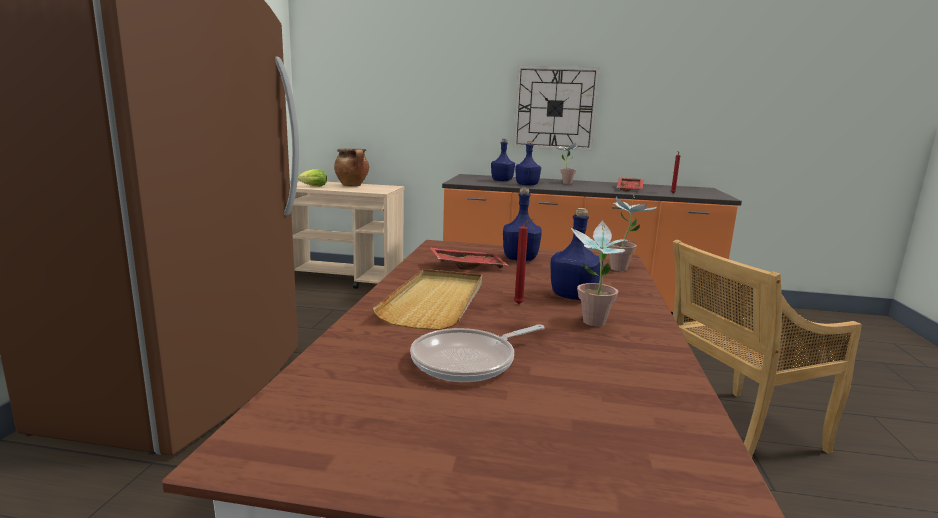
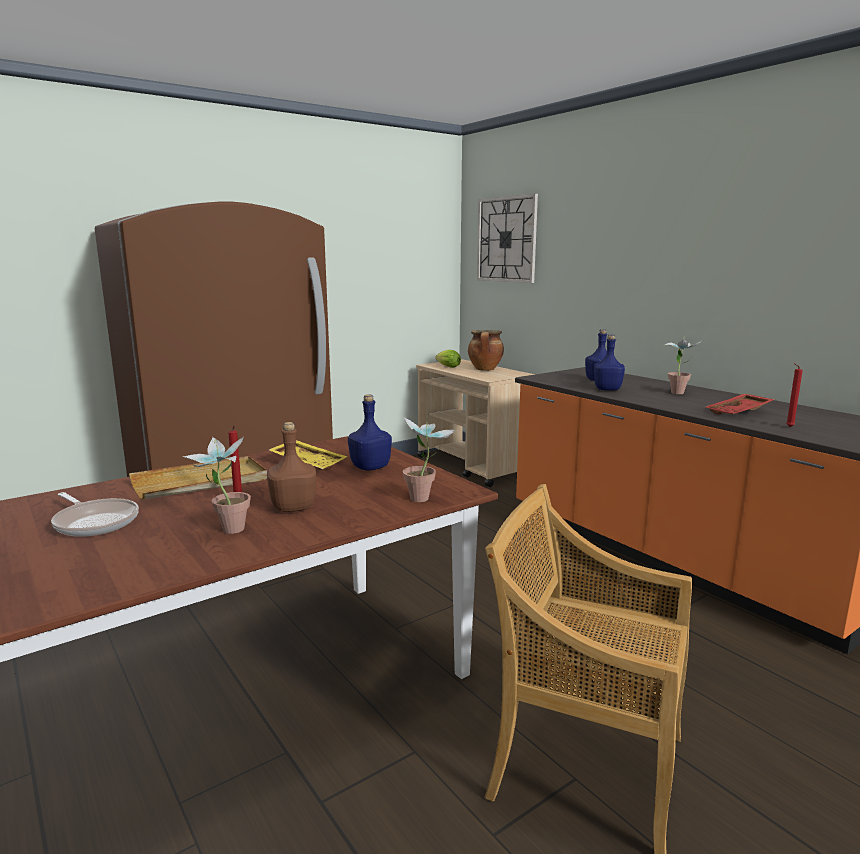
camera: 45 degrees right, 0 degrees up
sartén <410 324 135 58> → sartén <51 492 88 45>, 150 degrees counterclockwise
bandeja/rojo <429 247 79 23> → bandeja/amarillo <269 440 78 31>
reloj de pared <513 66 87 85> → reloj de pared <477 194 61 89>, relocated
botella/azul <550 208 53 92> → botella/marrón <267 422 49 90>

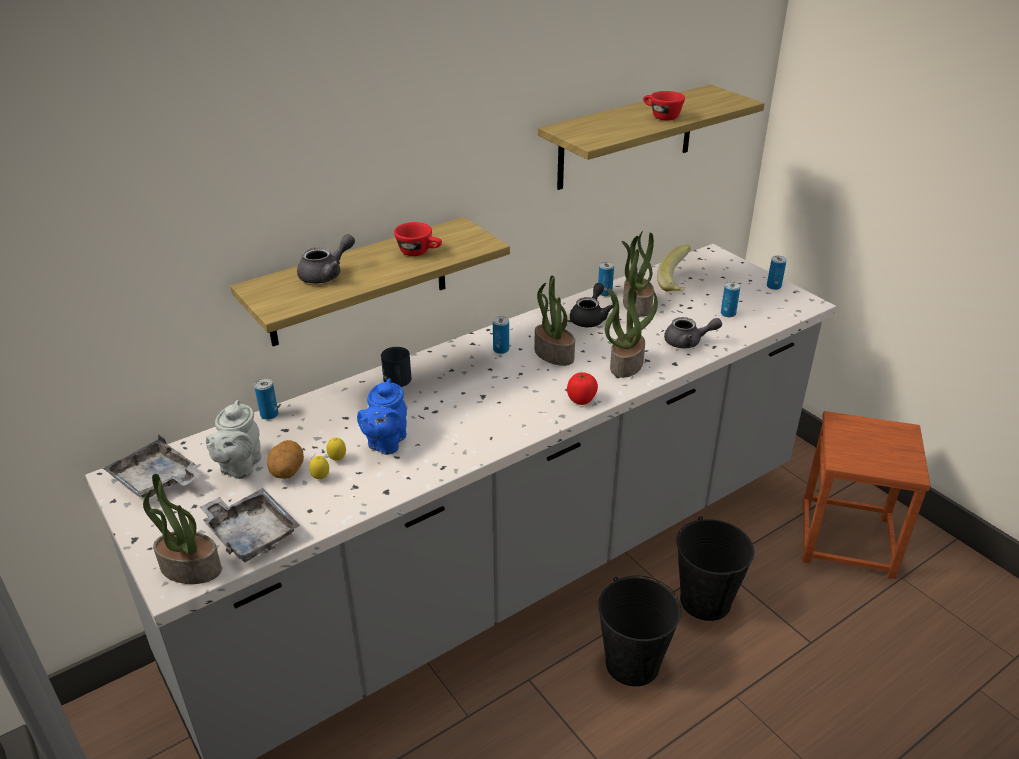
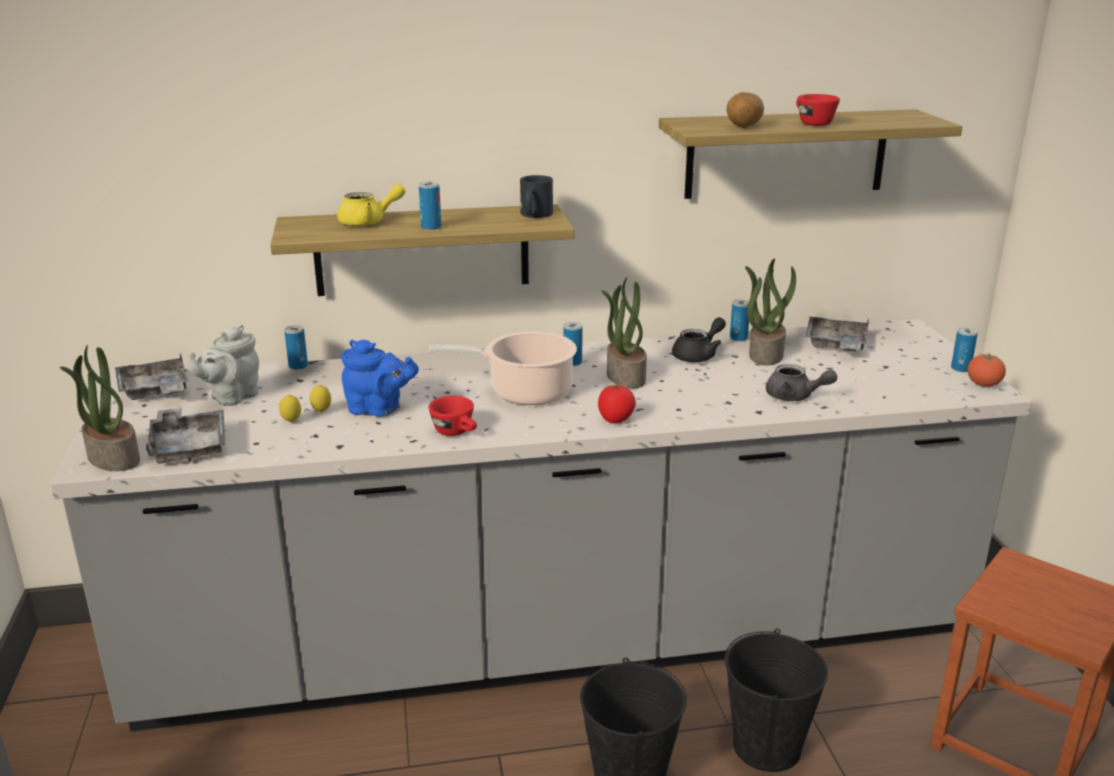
camera: 25 degrees right, 10 degrees down
patata <267 440 37 39> → patata <727 92 37 36>, relocated
tetera/gris <297 234 58 50> → tetera/amarillo <337 184 69 42>
tetera/azul <357 378 50 77> → tetera/azul <341 340 78 77>, 120 degrees counterclockwise
taza grande/negro <381 347 31 40> → taza grande/negro <520 175 33 43>, relocated
taza/rojo <394 222 48 34> → taza/rojo <429 396 48 40>, relocated
planta en maceta <605 285 53 93> → -
plátano <657 245 34 47> → bandeja/gris <806 317 63 34>
lata <721 282 19 35> → lata <419 181 22 49>, relocated
- → olla <429 331 148 74>
- → tomate <967 353 39 34>

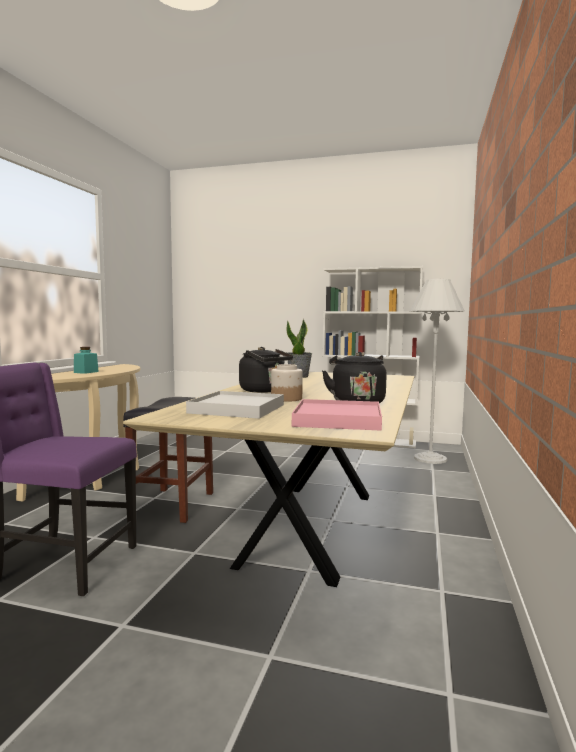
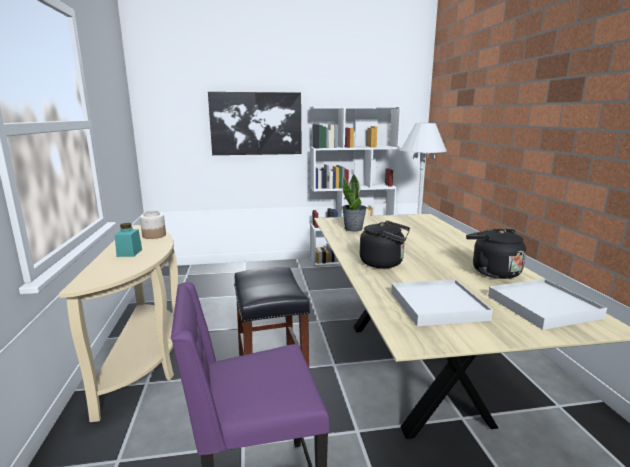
camera: 25 degrees left, 10 degrees up
tarro <271 364 32 38> → tarro <140 211 26 28>, relocated
bandeja/rosa <292 399 90 32> → bandeja/blanco <488 279 119 51>
- → cuadro <208 92 94 63>

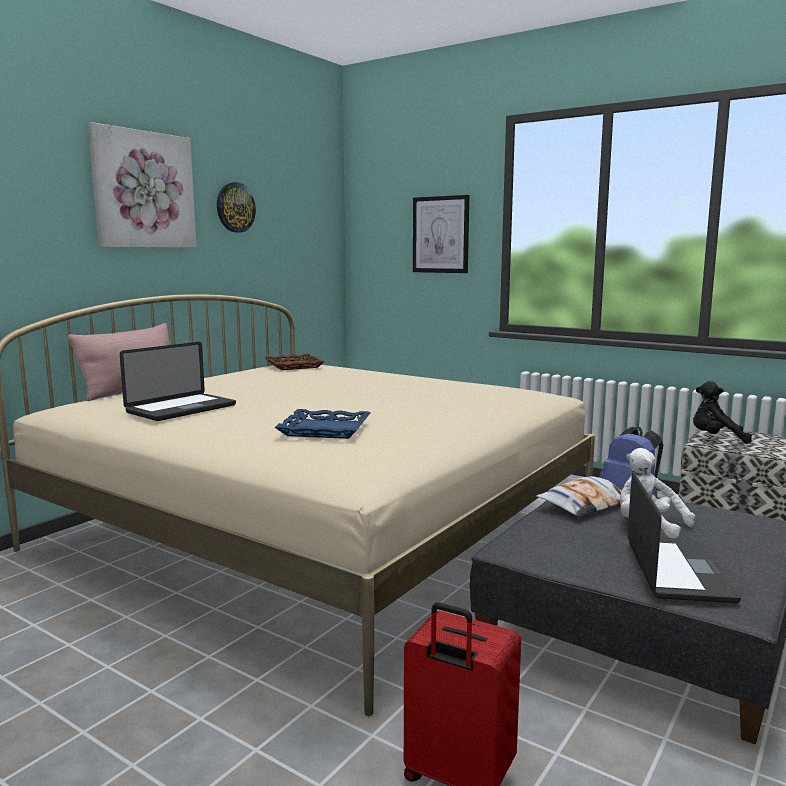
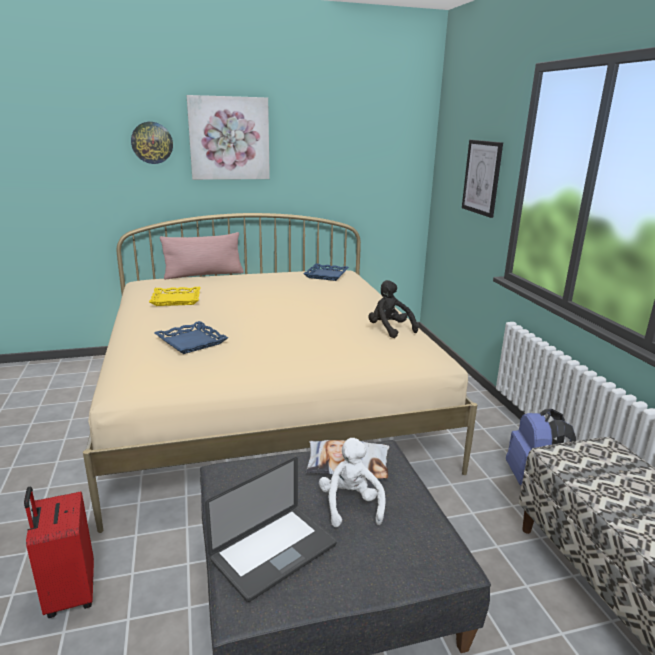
camera: 40 degrees right, 10 degrees up
portátil <120 342 116 79> → bandeja/amarillo <149 287 52 19>
reloj de pared <217 182 39 51> → reloj de pared <131 122 42 42>, relocated
bandeja/marrón <264 354 61 16> → bandeja/azul <303 264 46 17>
peluche/negro <693 381 59 63> → peluche/negro <368 280 50 58>, relocated

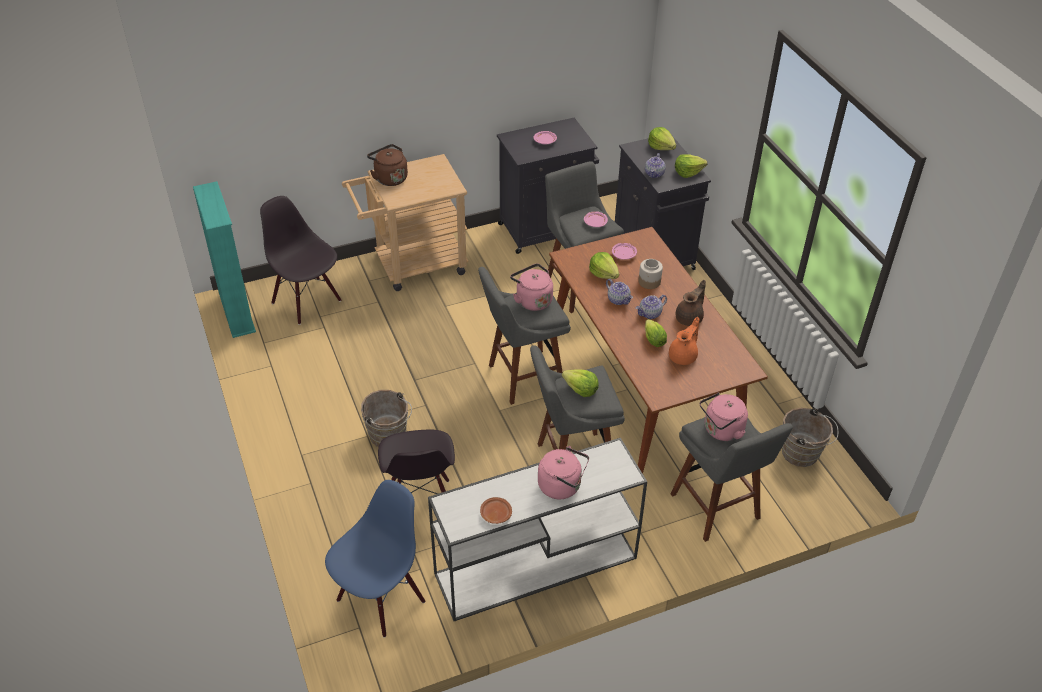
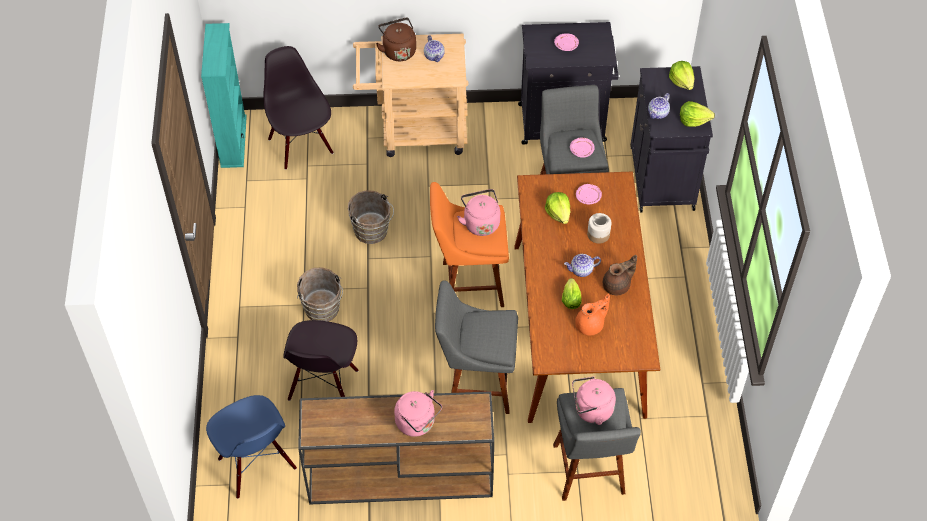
camera: 20 degrees right, 10 degrees up
silla/azul <325 480 100 158> → silla/azul <206 395 91 104>, 90 degrees clockwise
mesa consola/blanco <428 438 219 183> → mesa consola/marrón <298 391 196 114>
taburete/gris <478 267 93 138> → taburete/naranja <430 182 79 125>
plato/marrón <480 497 32 27> → -
lechuga <562 369 37 28> → -
tetera <606 279 27 26> → tetera <424 35 21 27>, relocated
cubo/marrón <782 408 56 59> → cubo/marrón <348 190 46 54>, relocated

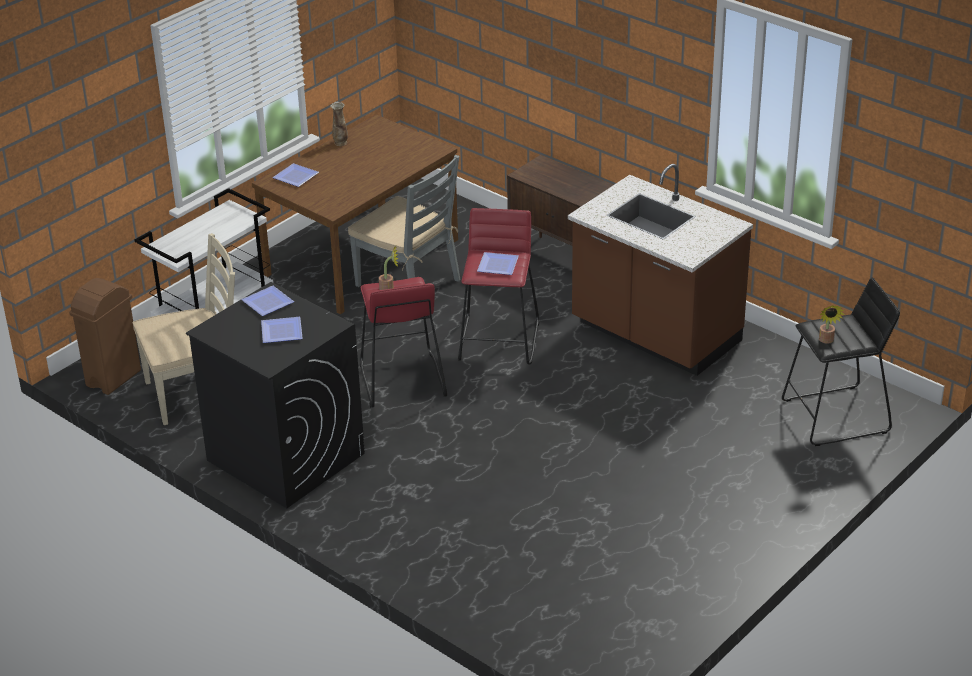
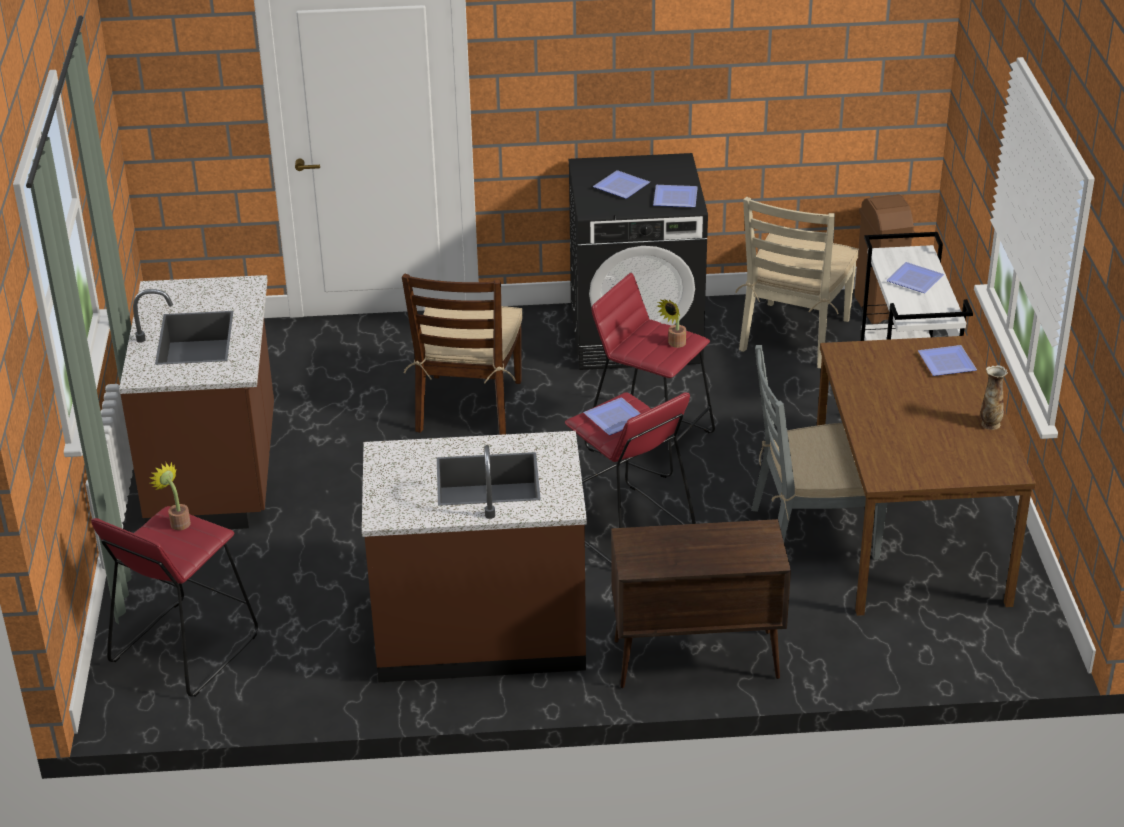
camera: 135 degrees right, 0 degrees up
taburete/negro <782 277 118 169> → taburete/rojo <91 506 167 191>
- → mueble bajo de cocina/marrón <119 275 155 254>
- → silla/marrón <402 274 121 161>
- → plato <887 262 57 31>

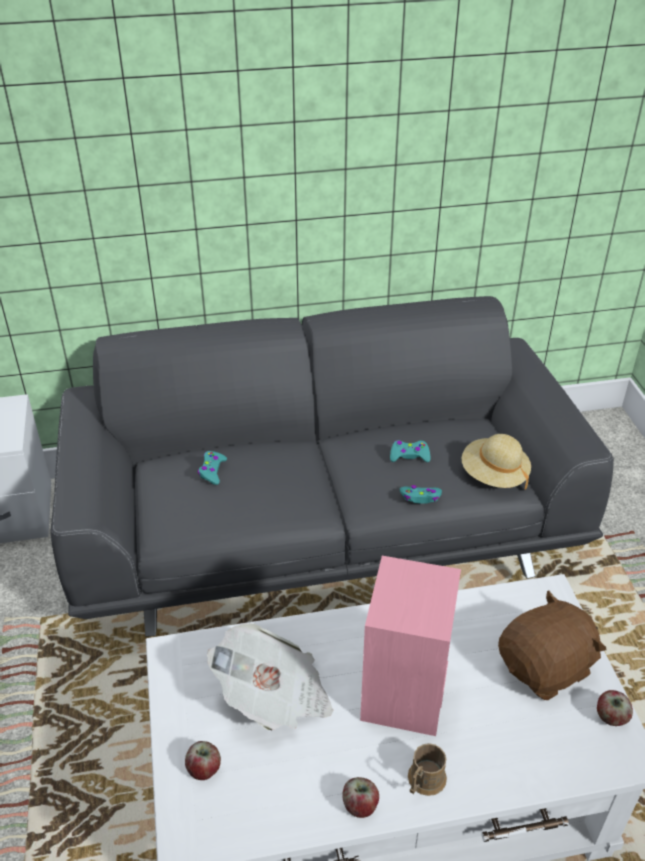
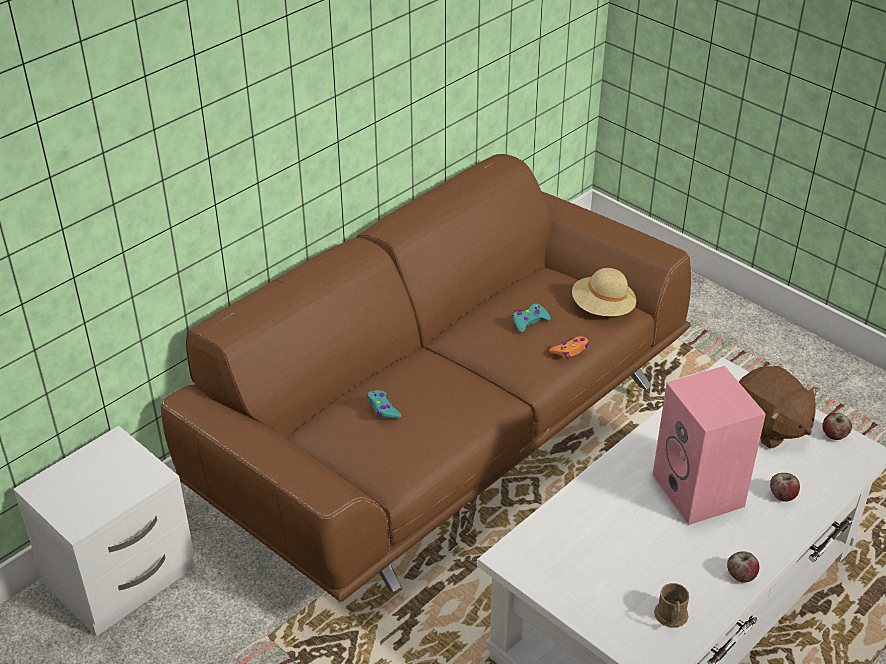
camera: 35 degrees left, 0 degrees up
sofá/gris <50 296 564 341> → sofá/marrón <161 154 530 448>
manzana <185 741 36 39> → manzana <770 473 30 29>, relocated
periódico <207 623 126 108> → -
mando de consola/turquesa <400 485 42 19> → mando de consola/naranja <549 336 40 21>
taza grande/marrón <408 743 39 53> → taza grande/marrón <654 583 35 45>, relocated
peluche/marrón <498 590 108 110> → peluche/marrón <739 366 81 83>, 120 degrees clockwise

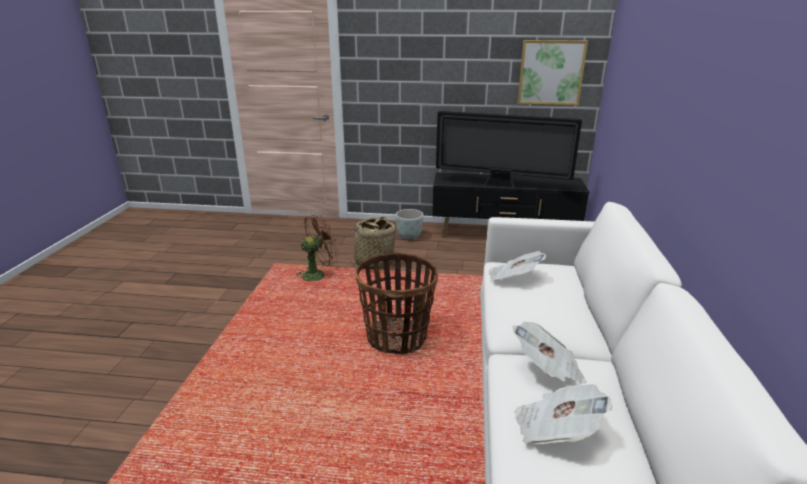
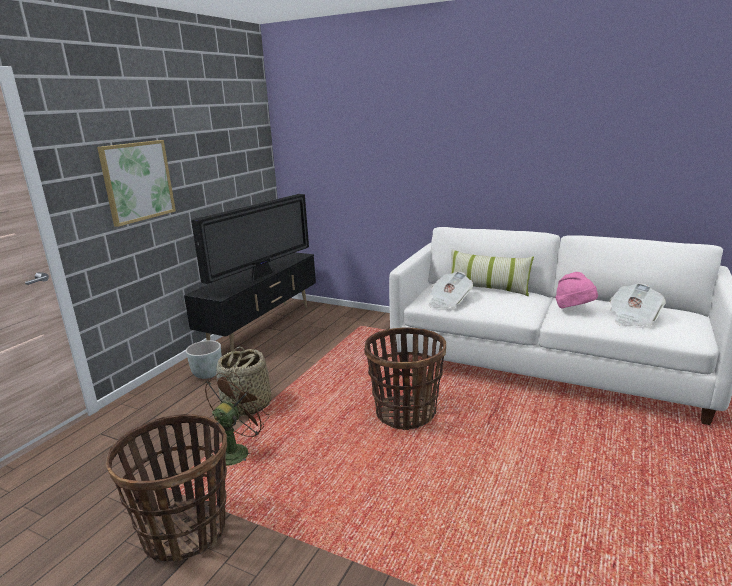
camera: 70 degrees left, 5 degrees down
ventilador/marrón <295 215 44 66> → ventilador/marrón <205 372 64 93>, 45 degrees clockwise
periódico <513 322 74 62> → sombrero/rosa <555 272 43 36>
cuadro <517 40 71 65> → cuadro <97 140 79 87>, relocated
- → cesta <106 414 121 148>
- → cojín <450 249 84 47>

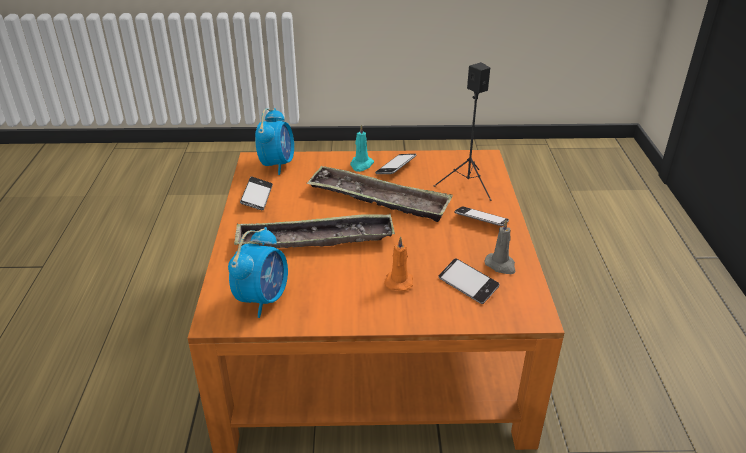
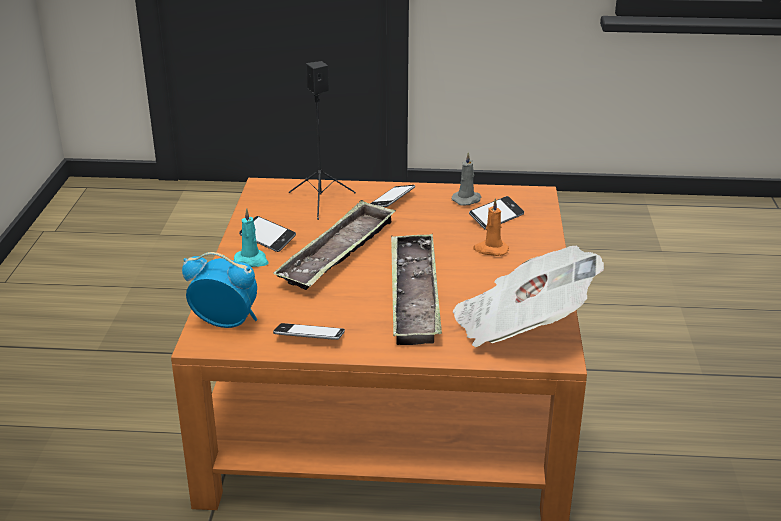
camera: 85 degrees left, 5 degrees down
despertador <228 227 60 91> → periódico <453 246 151 101>

